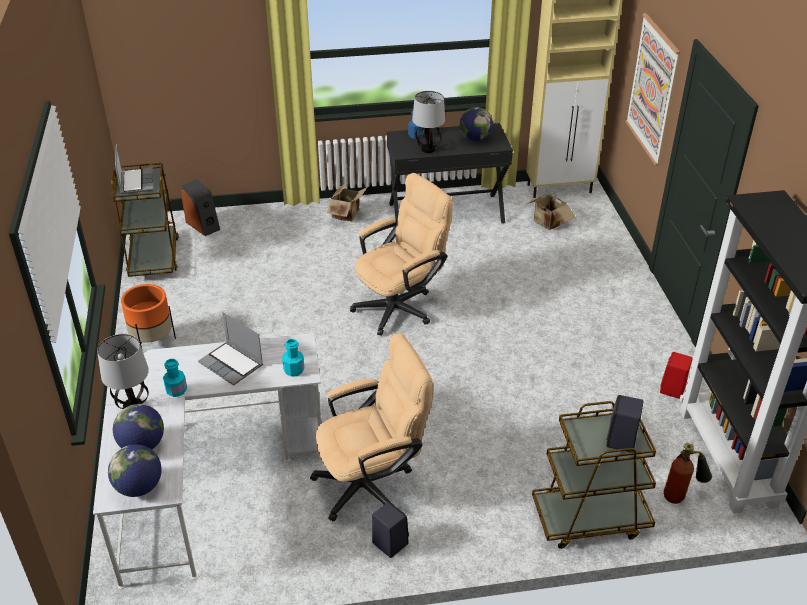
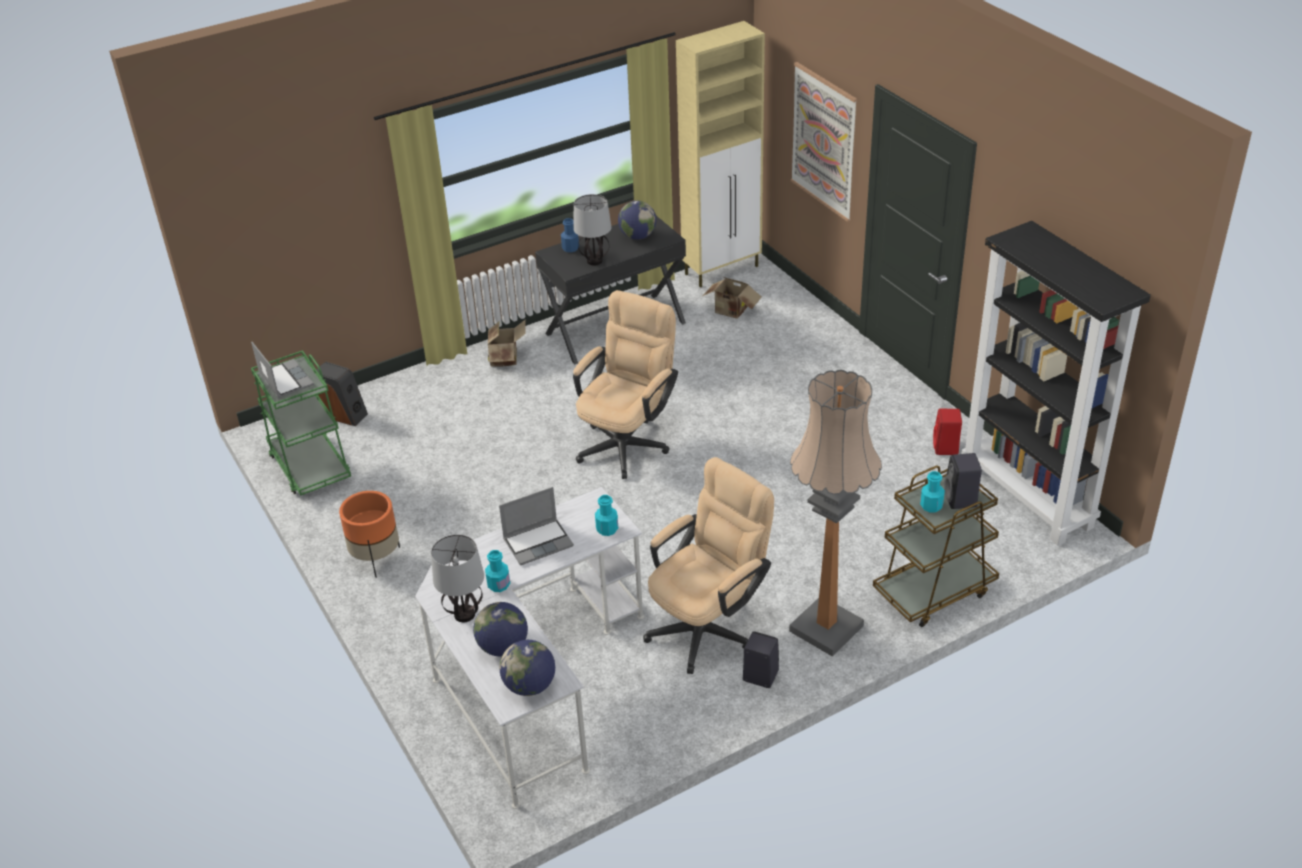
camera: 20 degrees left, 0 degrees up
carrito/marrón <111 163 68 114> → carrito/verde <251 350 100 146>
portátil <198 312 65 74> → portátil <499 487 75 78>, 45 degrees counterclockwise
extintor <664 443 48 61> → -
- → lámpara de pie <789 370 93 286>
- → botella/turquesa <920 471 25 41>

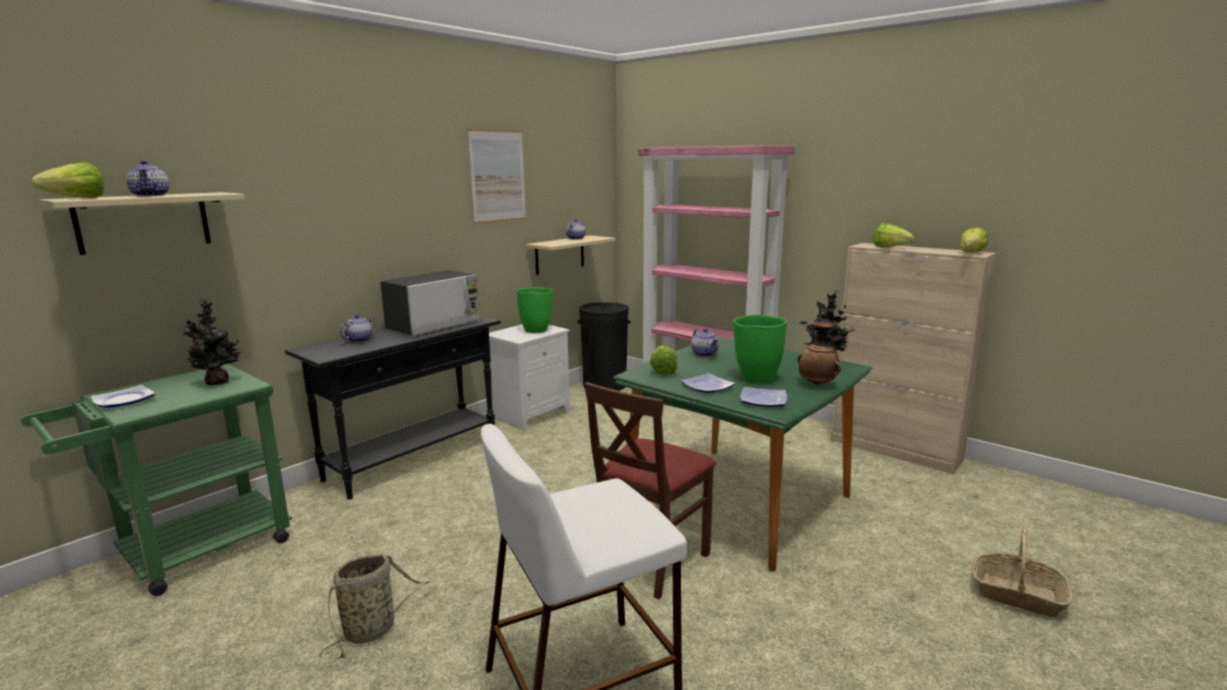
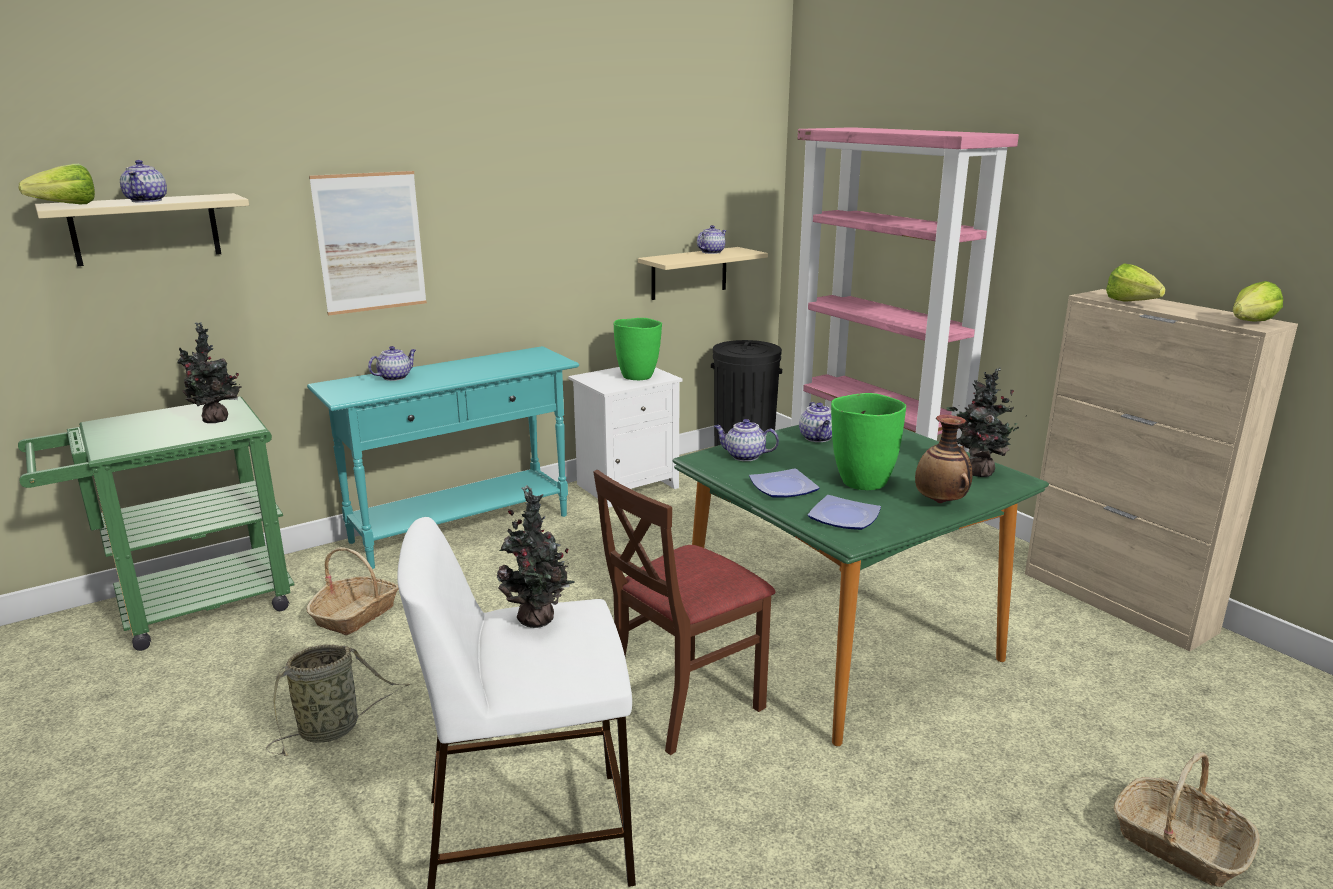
camera: 15 degrees right, 5 degrees up
plato <91 385 64 23> → -
mesa consola/negro <285 316 216 184> → mesa consola/turquesa <307 346 272 223>
microondas <380 270 100 65> → -
cuadro <468 129 58 95> → cuadro <309 171 118 144>, relocated
lechuga <650 346 28 29> → tetera <714 419 65 42>
- → cesta <306 547 93 88>
- → planta en maceta <497 485 78 143>

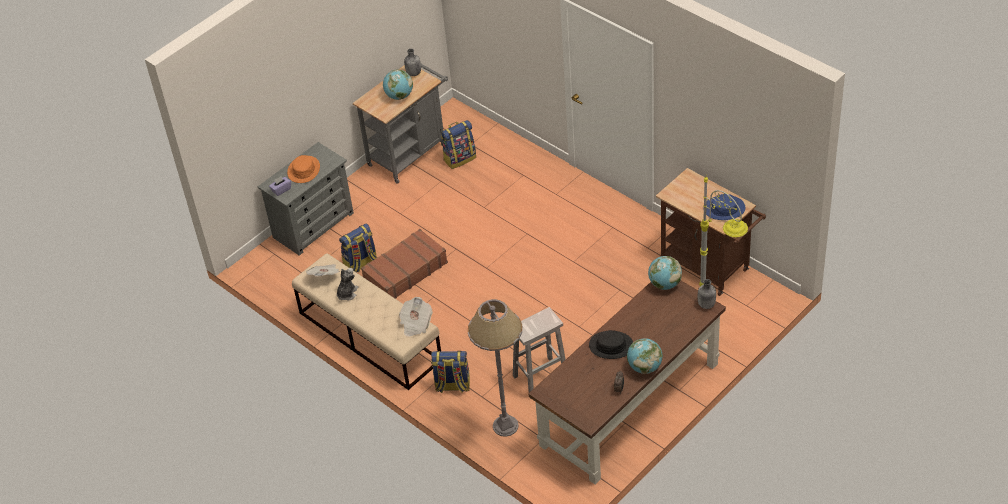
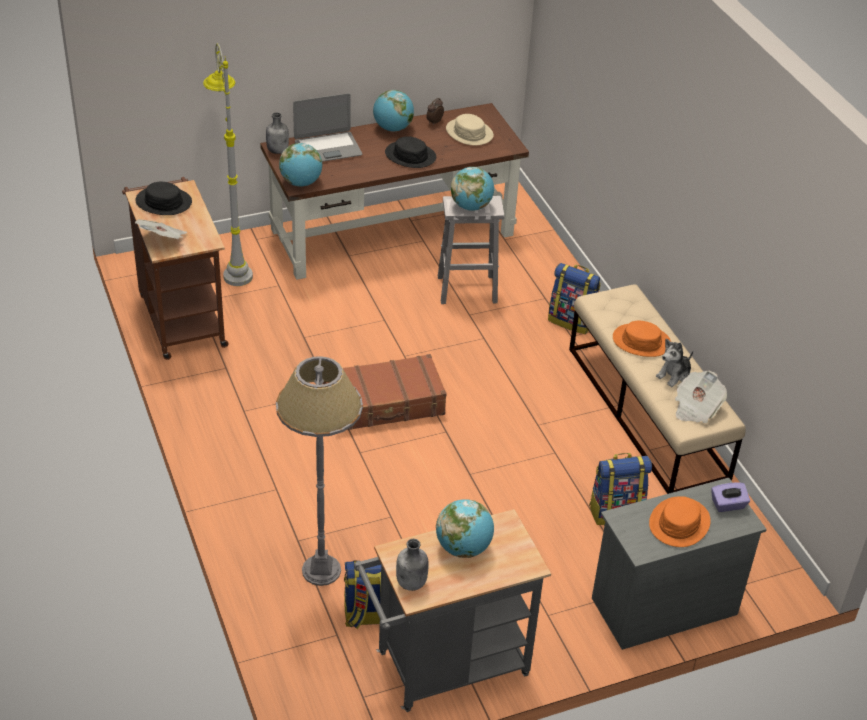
camera: 160 degrees left, 5 degrees down
maleta/marrón <361 229 87 70> → maleta/marrón <323 354 123 76>, relocated
periódico <399 297 34 39> → periódico <135 219 52 20>, relocated
lámpara de pie/gris <468 299 54 138> → lámpara de pie/gris <276 356 87 230>, relocated
sombrero/azul <703 194 42 26> → sombrero/negro <135 182 57 33>
- → portátil <293 93 69 69>
- → sombrero/beis <446 114 48 31>
- → globo terráqueo <451 167 43 44>
- → sombrero/naranja <613 321 58 36>

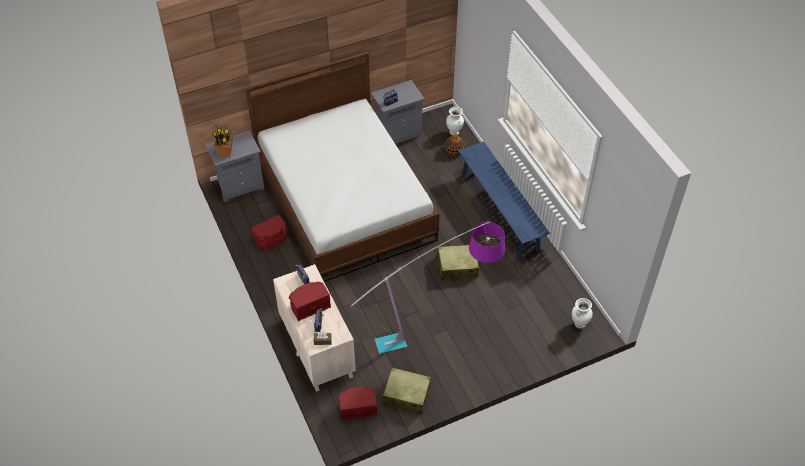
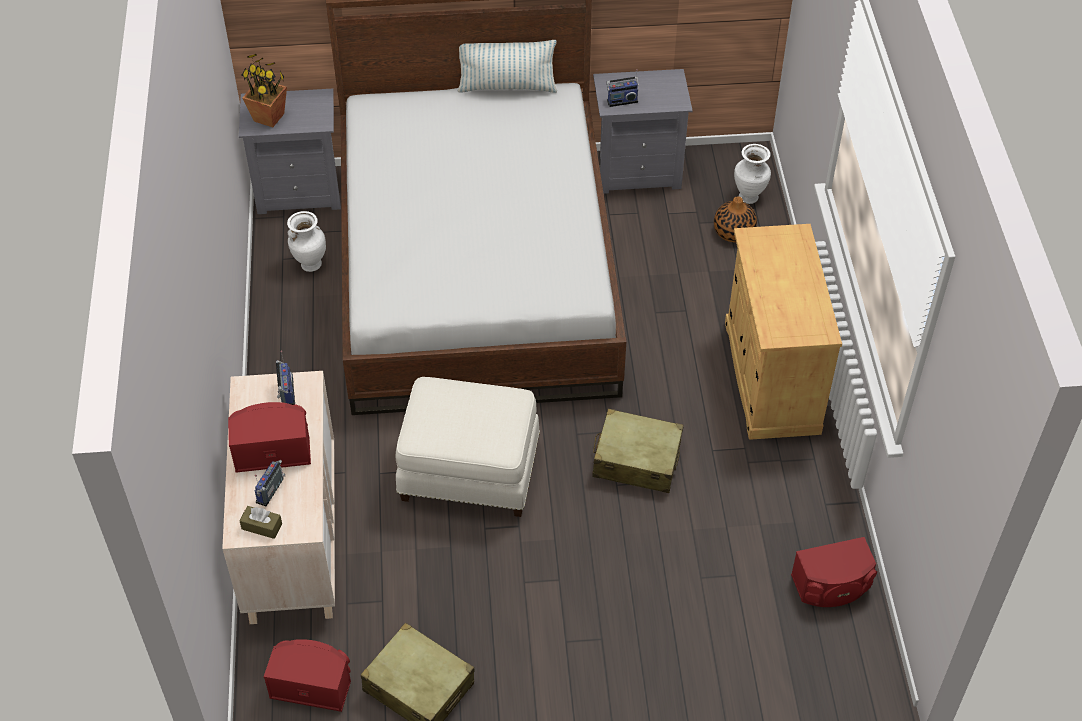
camera: 20 degrees right, 0 degrees up
altavoz/rojo <251 215 37 34> → altavoz/rojo <791 537 86 70>, relocated
lámpara de pie <351 221 154 133> → -
banco/azul <458 142 92 118> → armario/beis <725 224 117 216>
florero/blanco <572 298 21 31> → florero/blanco <287 211 39 61>, relocated
- → puf/blanco <396 377 144 140>
- → cojín <457 40 100 53>

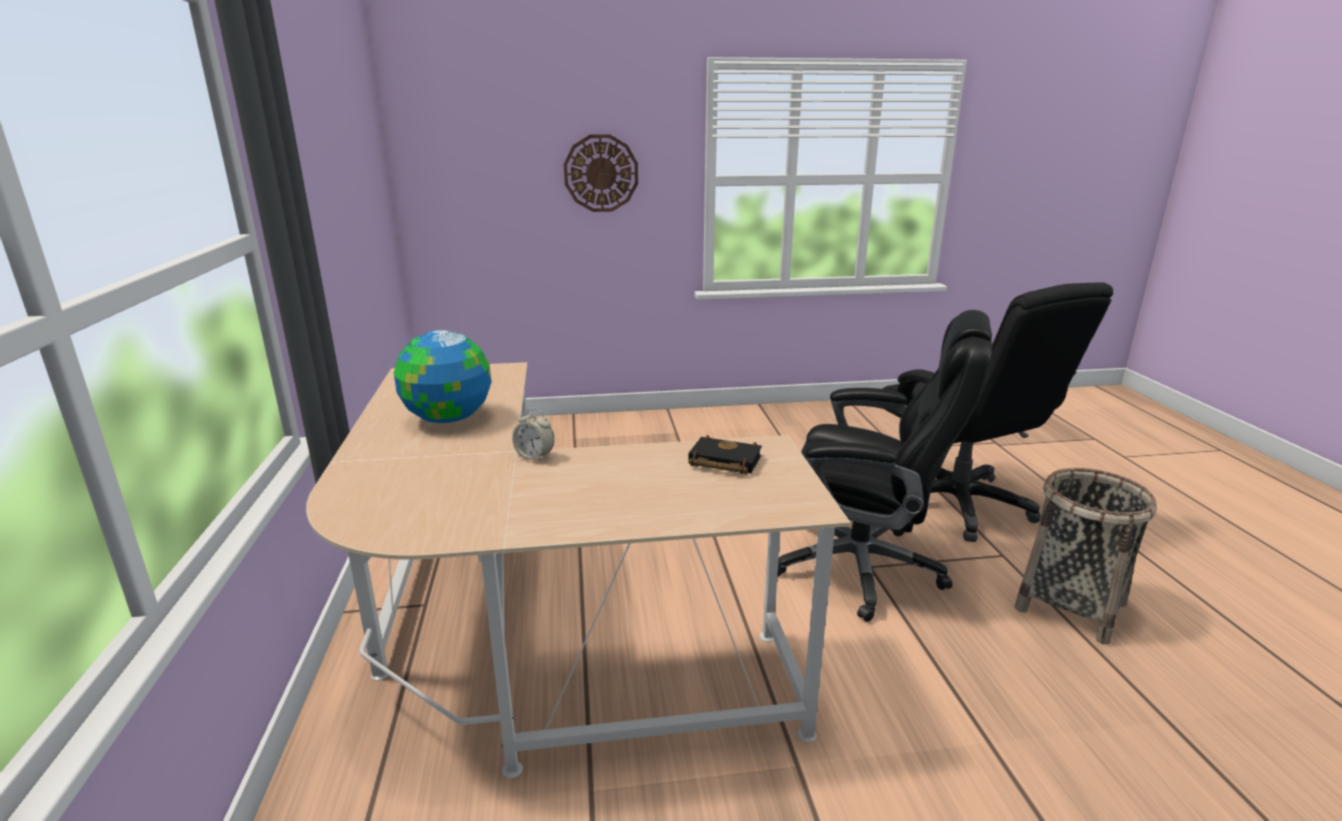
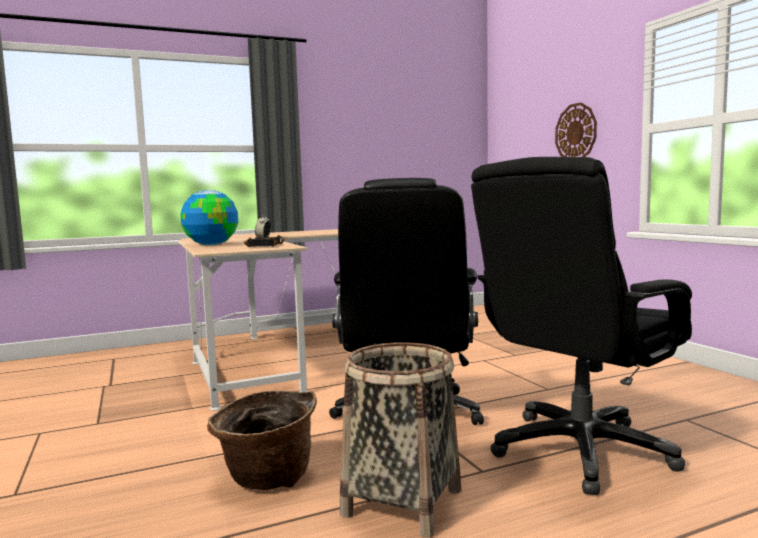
camera: 75 degrees right, 15 degrees down
globo terráqueo <394 330 97 93> → globo terráqueo <180 190 58 56>, relocated
- → cesta <207 391 110 99>

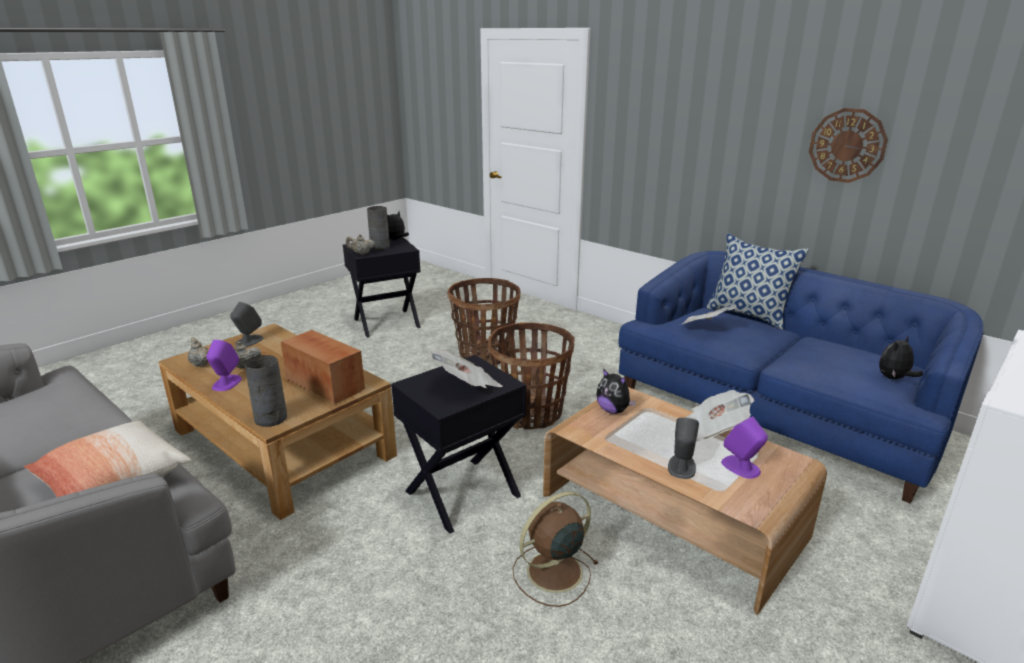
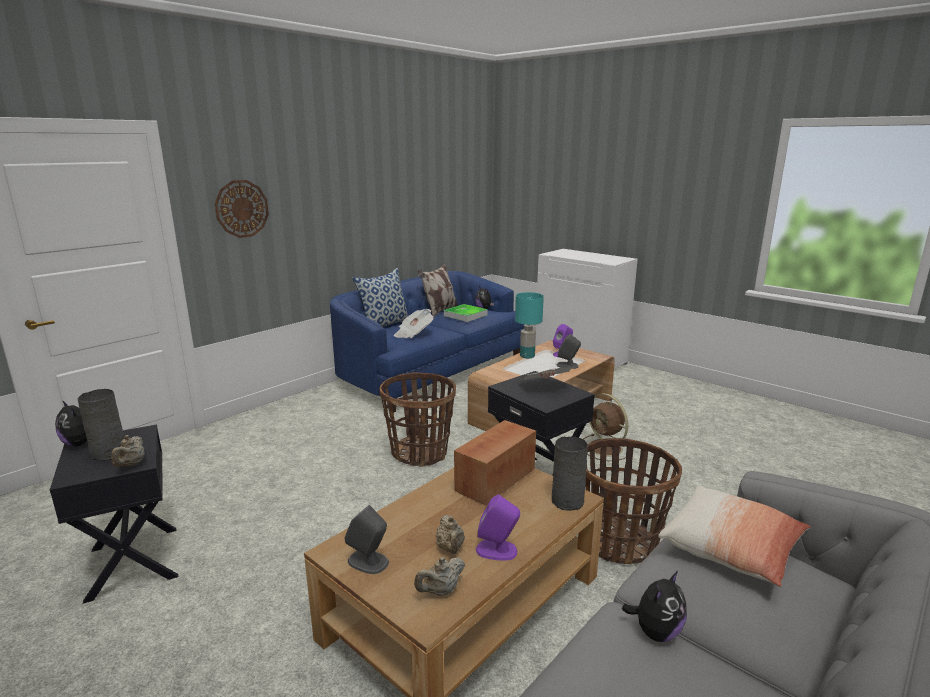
camera: 90 degrees left, 5 degrees down
cesta <448 278 72 86> → cesta <585 438 97 126>, relocated
peluche <596 368 40 46> → peluche <622 571 65 71>, relocated
periódico <685 390 69 52> → lámpara de mesa/turquesa <515 292 29 66>
reloj de pared <809 108 79 75> → reloj de pared <215 180 54 58>, relocated
- → cojín <418 264 40 53>
- → bandeja <444 304 44 18>

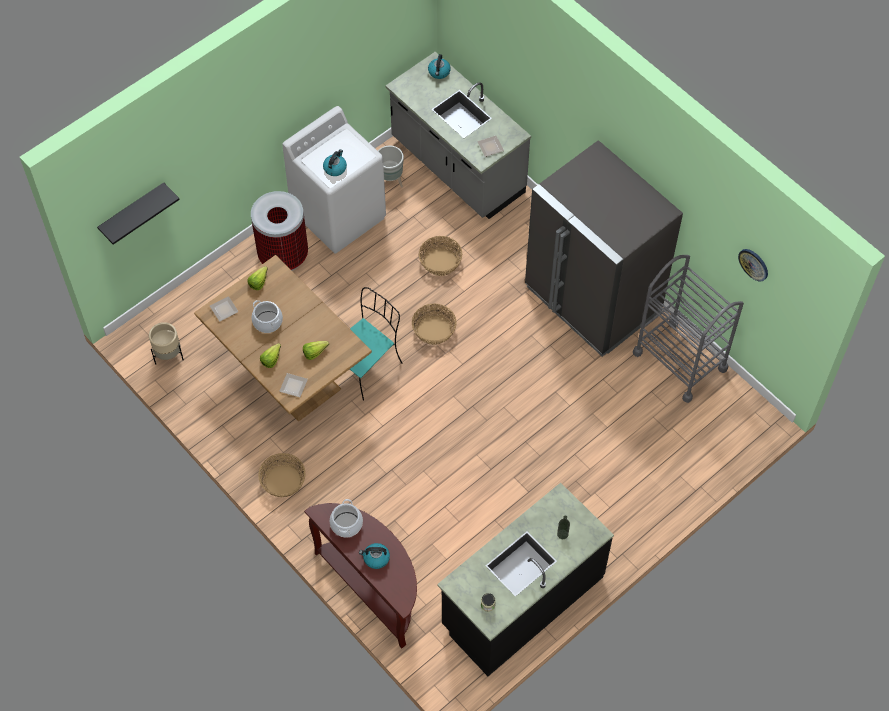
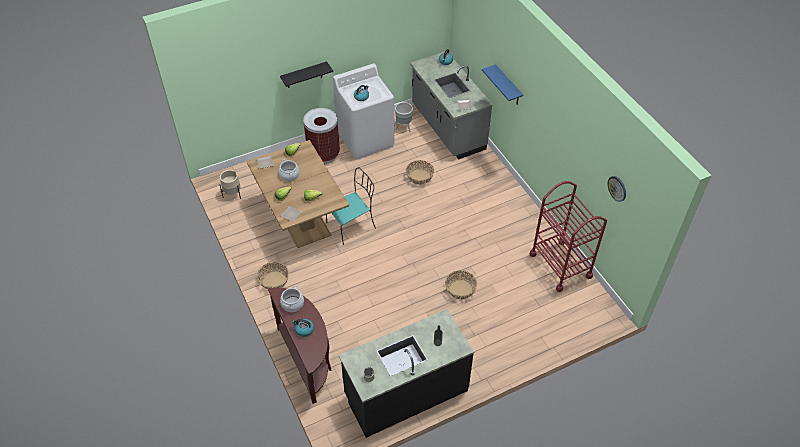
camera: 15 degrees right, 10 degrees down
estante/negro <97 182 83 63> → estante/negro <280 61 53 27>, relocated
cesta <412 303 45 42> → cesta <445 270 32 30>, relocated
nevera/gris <525 140 158 217> → -
carrito/gris <633 255 111 148> → carrito/rojo <530 181 77 111>
- → estante/azul <482 64 41 41>

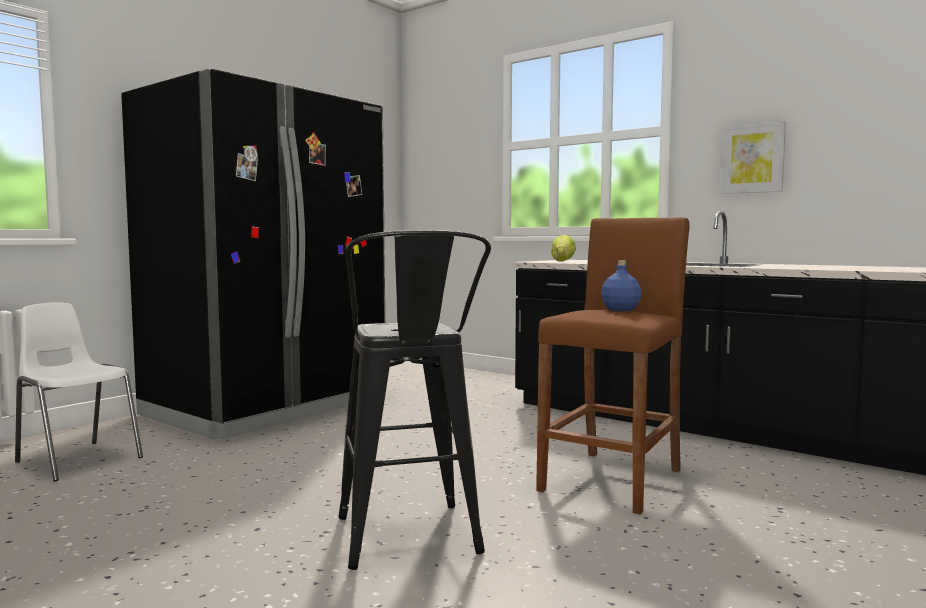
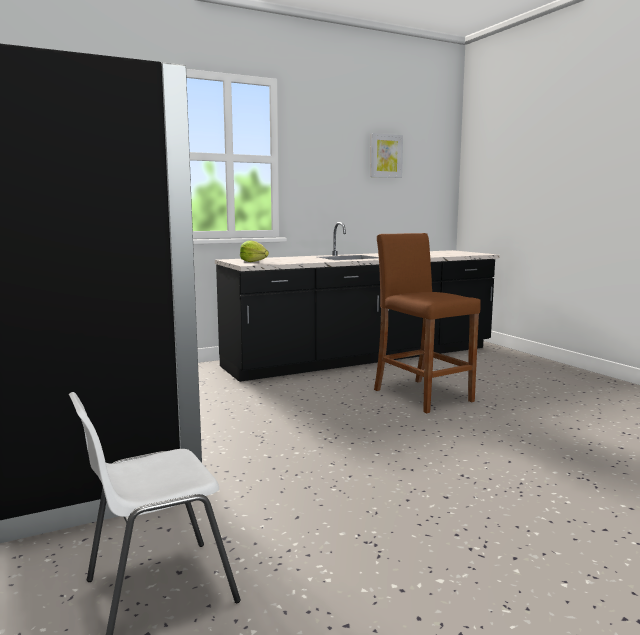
camera: 65 degrees left, 5 degrees up
taburete/negro <338 230 153 340> → -
botella/azul <601 260 40 51> → -
cuadro <720 121 66 73> → cuadro <370 133 33 45>, relocated

